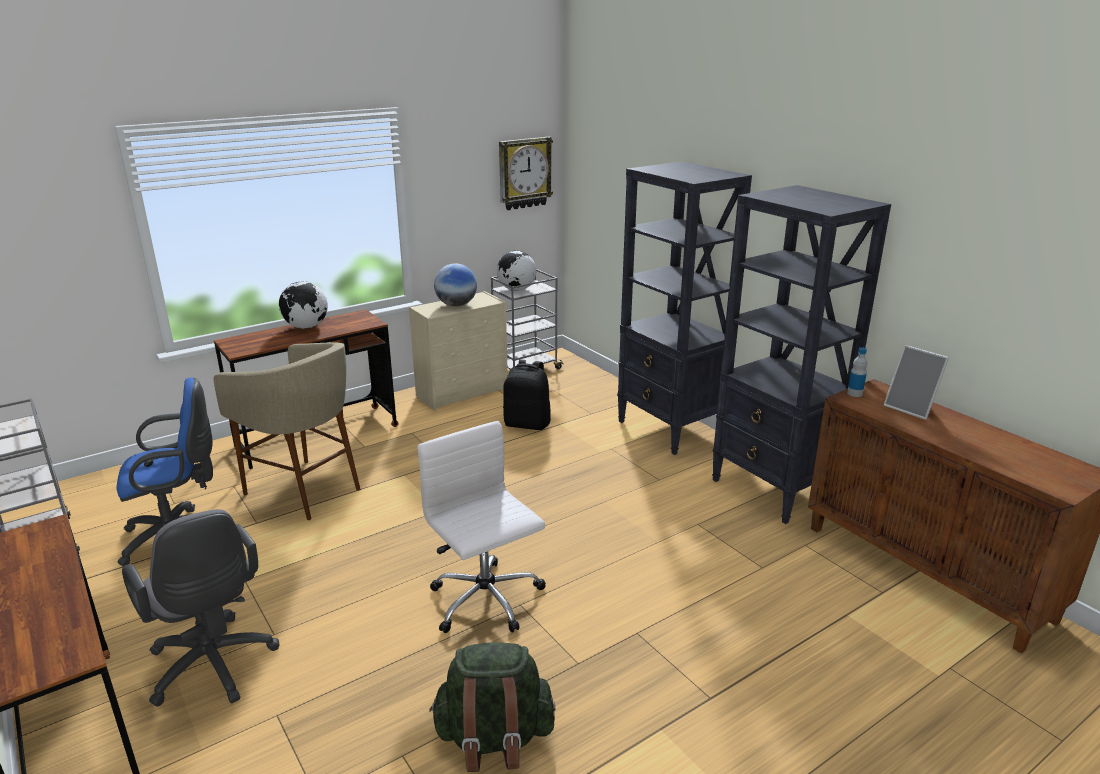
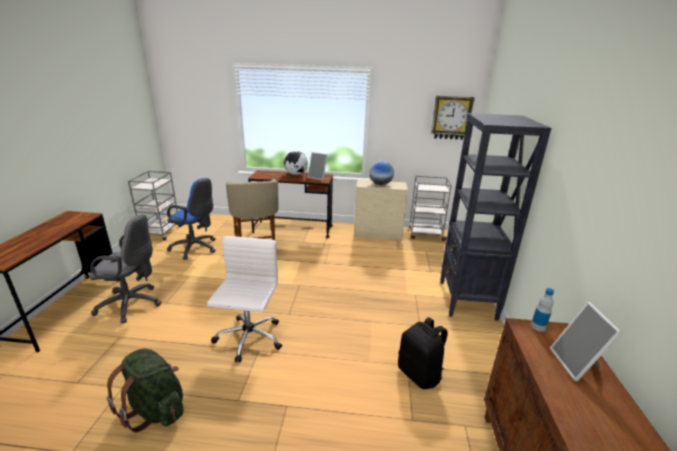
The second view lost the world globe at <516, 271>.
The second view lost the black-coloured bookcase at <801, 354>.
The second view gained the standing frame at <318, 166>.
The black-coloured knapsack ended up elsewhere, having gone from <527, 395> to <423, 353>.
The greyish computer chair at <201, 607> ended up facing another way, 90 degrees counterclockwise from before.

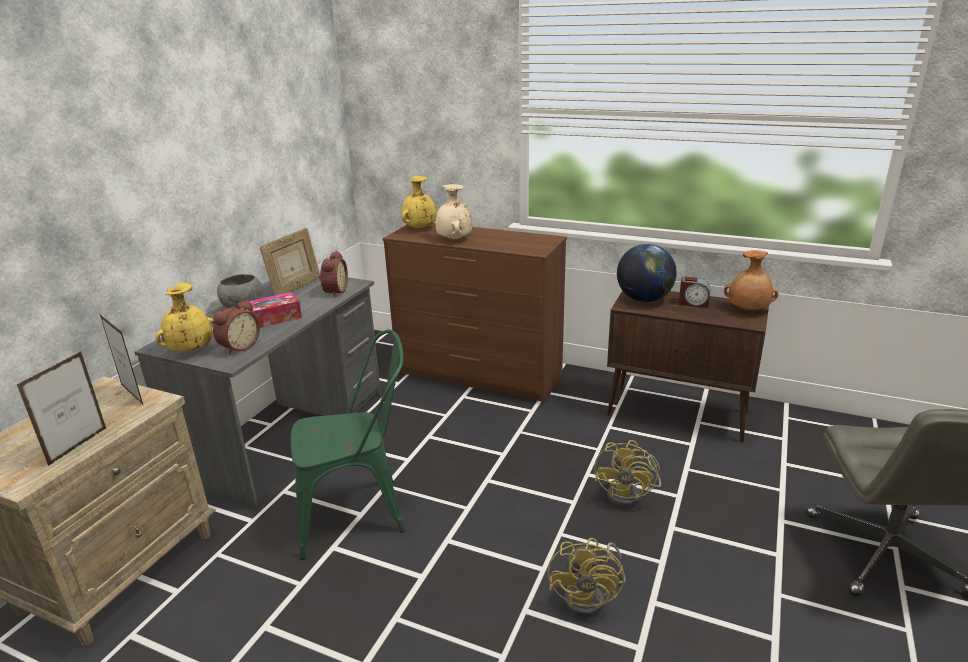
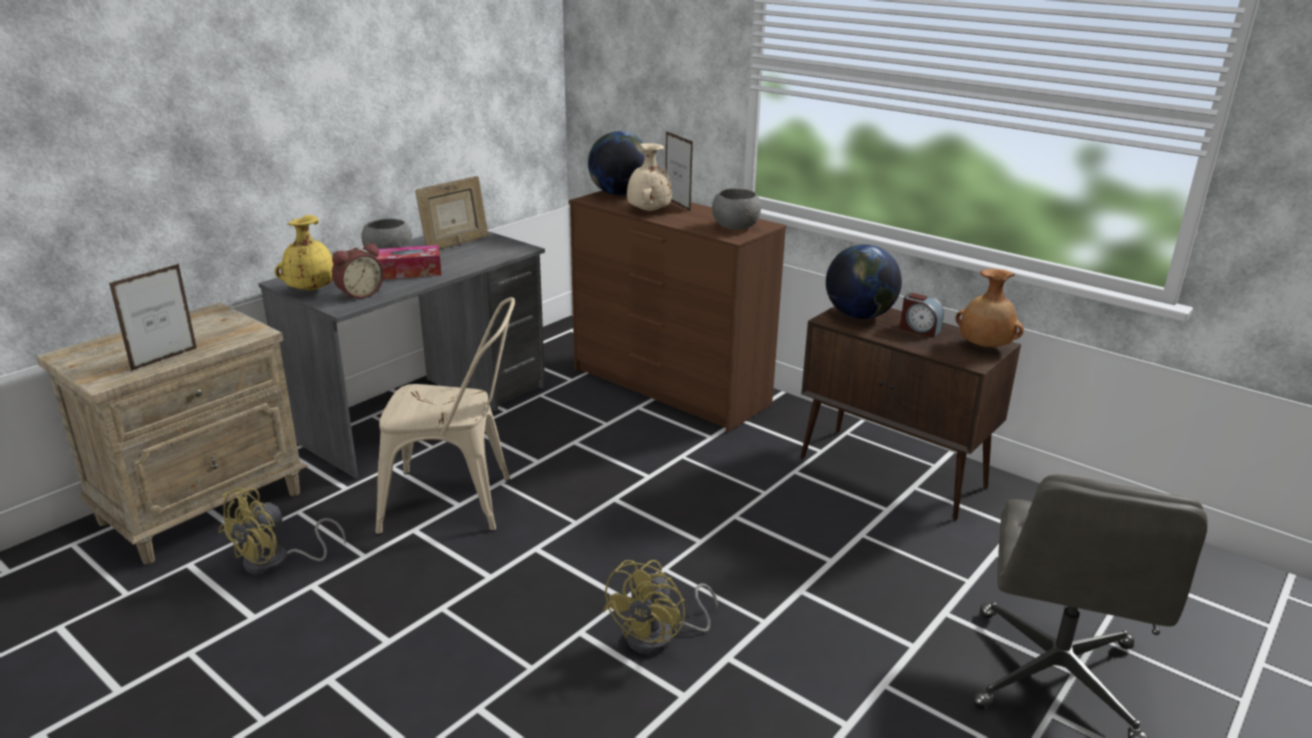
The second view lost the alarm clock at <333, 274>.
The second view gained the greyish bowl at <736, 209>.
The standing frame ended up elsewhere, having gone from <121, 360> to <679, 171>.
The yellow-coloured fan ended up elsewhere, having gone from <627, 473> to <282, 531>.
Where the yellow-coloured vase stood at <419, 202>, the world globe came to stand at <616, 163>.
What was the green chair at <348, 444> turned into the beige chair at <445, 416>.

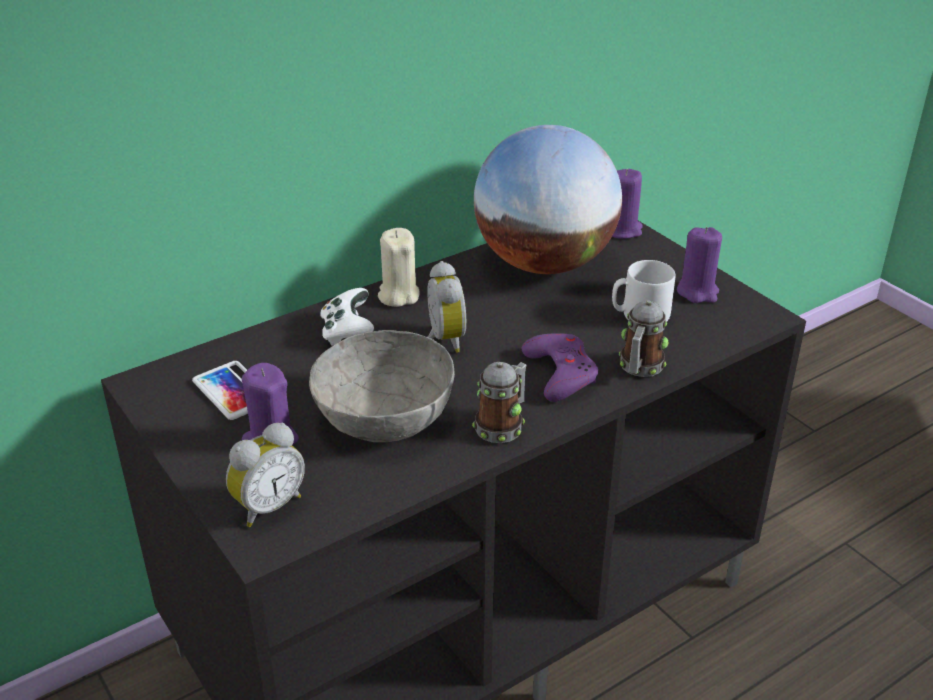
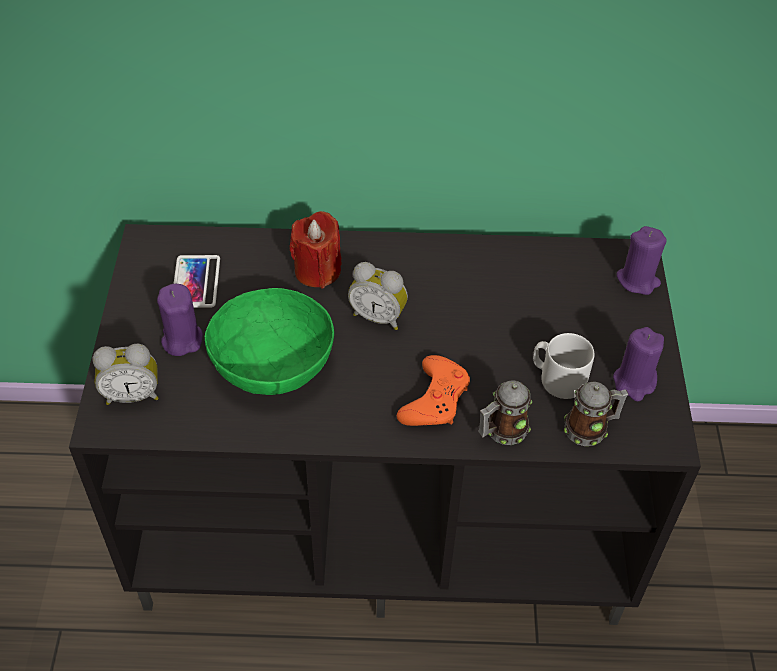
The second view lost the beige wax candle at <399, 267>.
The second view lost the world globe at <548, 199>.
The tea mug ended up elsewhere, having gone from <499, 402> to <596, 414>.
Where the whitish joypad stood at <347, 317>, the red wax candle came to stand at <315, 249>.
What was the greyish bowl at <382, 386> turned into the green bowl at <269, 341>.
What was the purplish joypad at <560, 367> turned into the orange-coloured joypad at <433, 390>.
The alarm clock at <446, 307> ended up facing another way, 90 degrees clockwise from before.

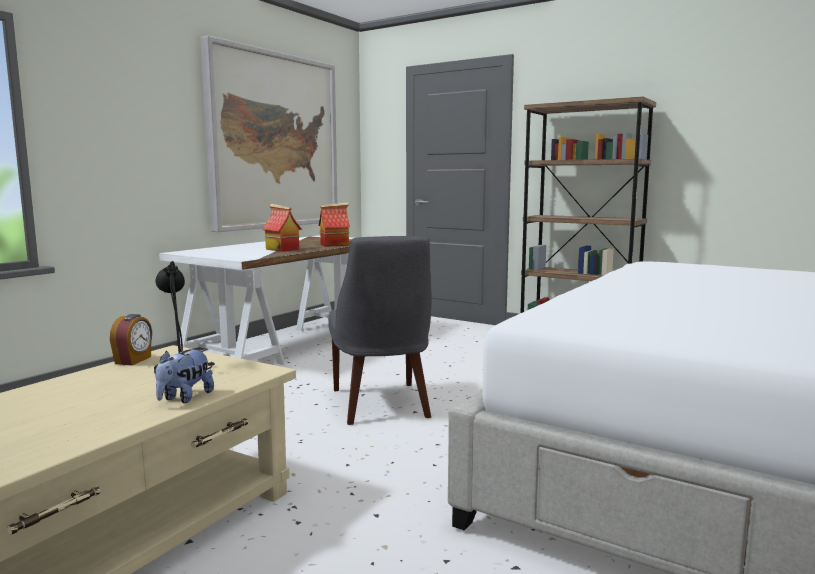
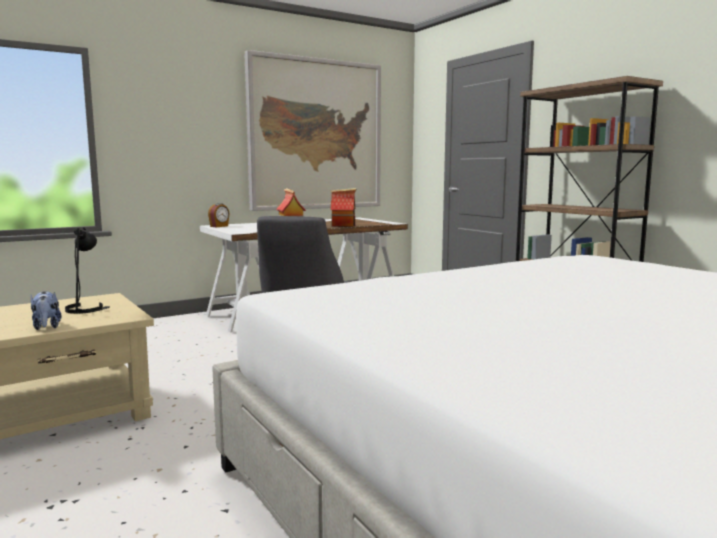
The alarm clock ended up elsewhere, having gone from <131, 339> to <219, 215>.
The soft toy at <184, 376> ended up facing another way, 75 degrees counterclockwise from before.

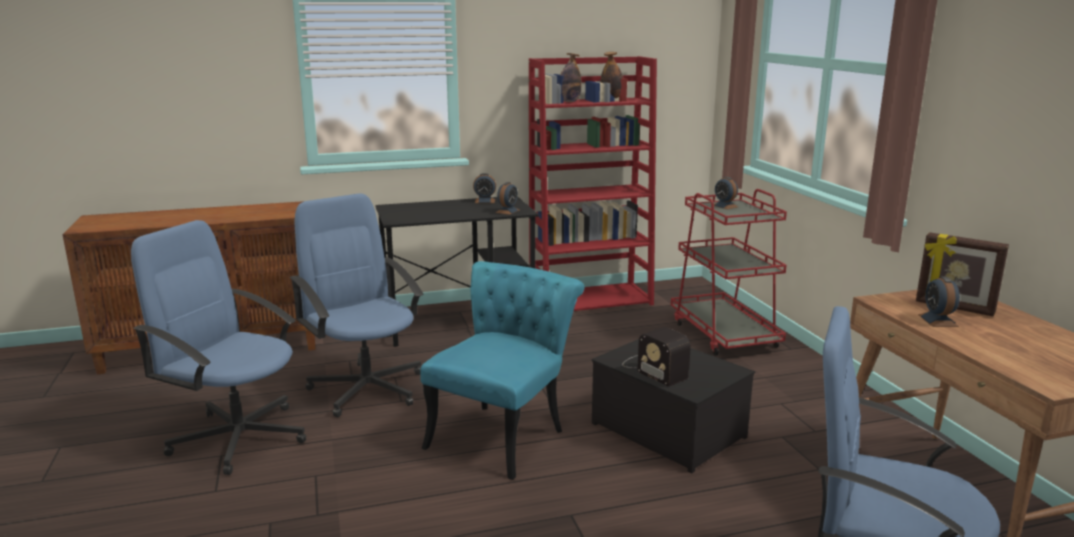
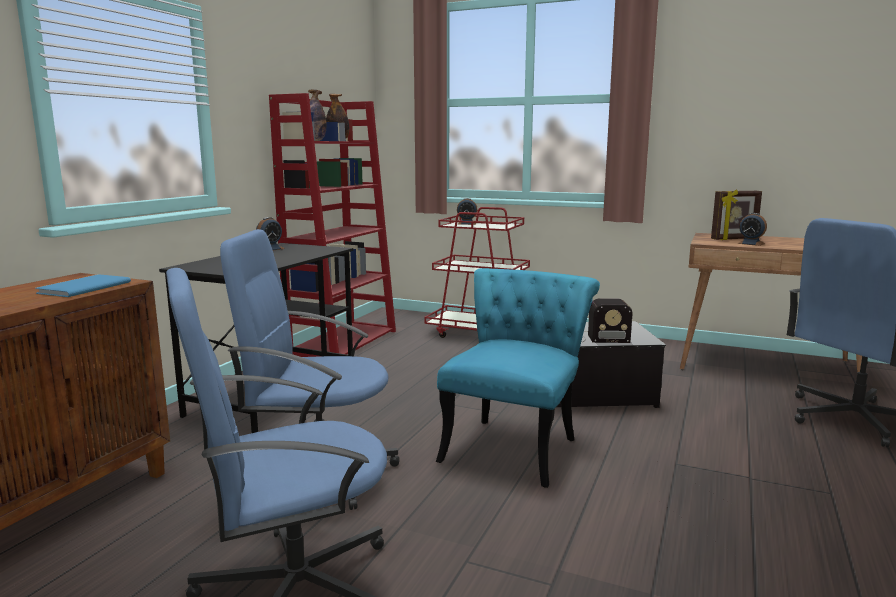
The second view lost the alarm clock at <507, 198>.
The second view gained the bluish bound book at <83, 285>.
The turquoise chair at <502, 370> ended up facing another way, 45 degrees clockwise from before.

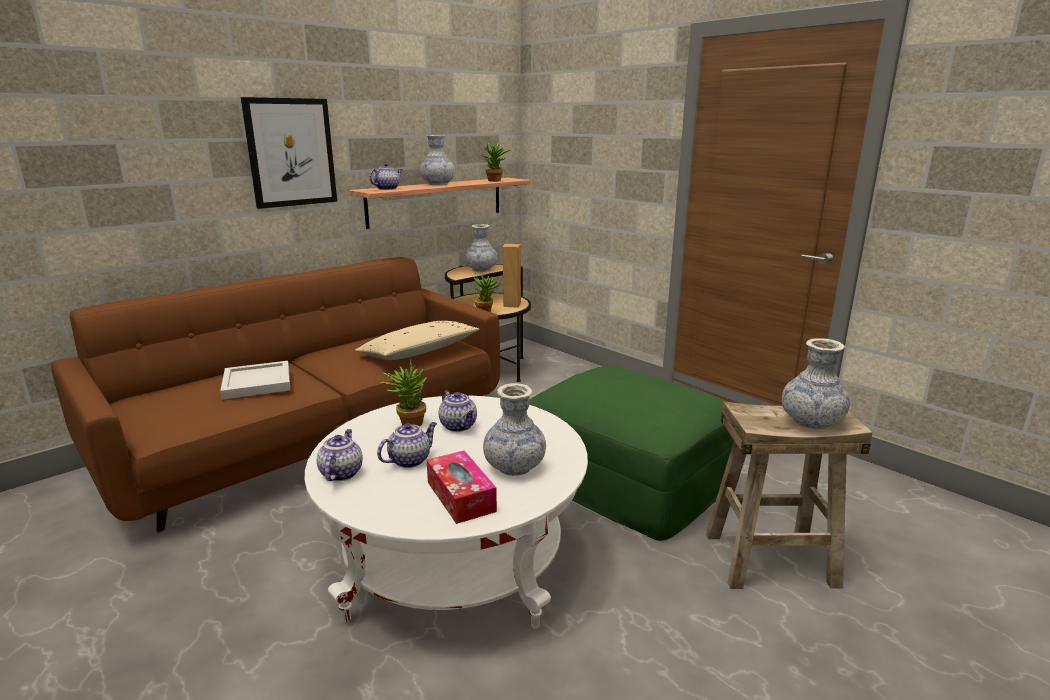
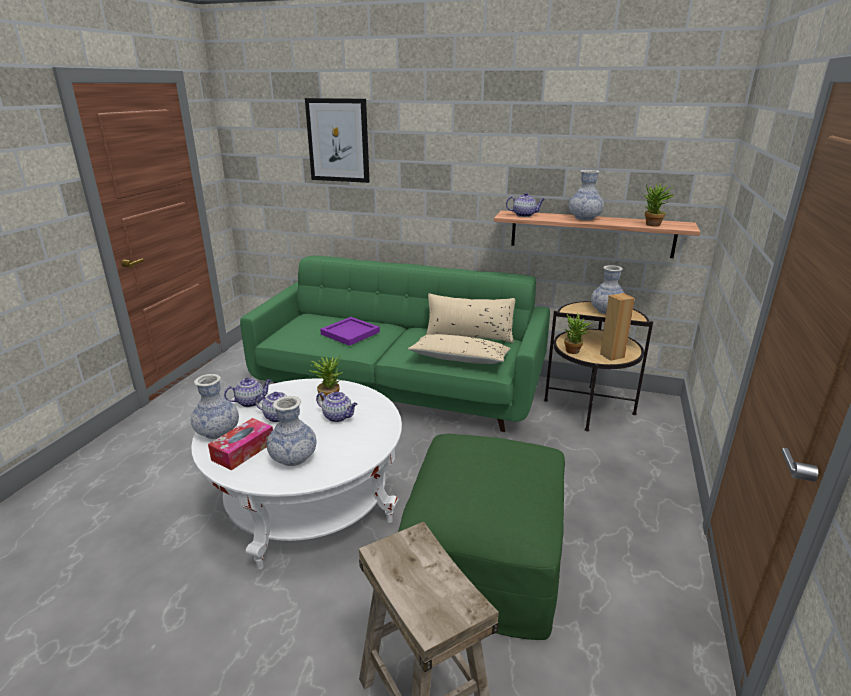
The second view gained the beige pillow at <470, 318>.
The wall art ended up elsewhere, having gone from <289, 153> to <337, 140>.
The vase ended up elsewhere, having gone from <816, 383> to <215, 406>.
What was the brownish couch at <275, 394> turned into the green couch at <395, 344>.
What was the whitish serving tray at <255, 380> turned into the purplish serving tray at <350, 331>.
The teapot at <458, 411> ended up facing another way, 90 degrees counterclockwise from before.

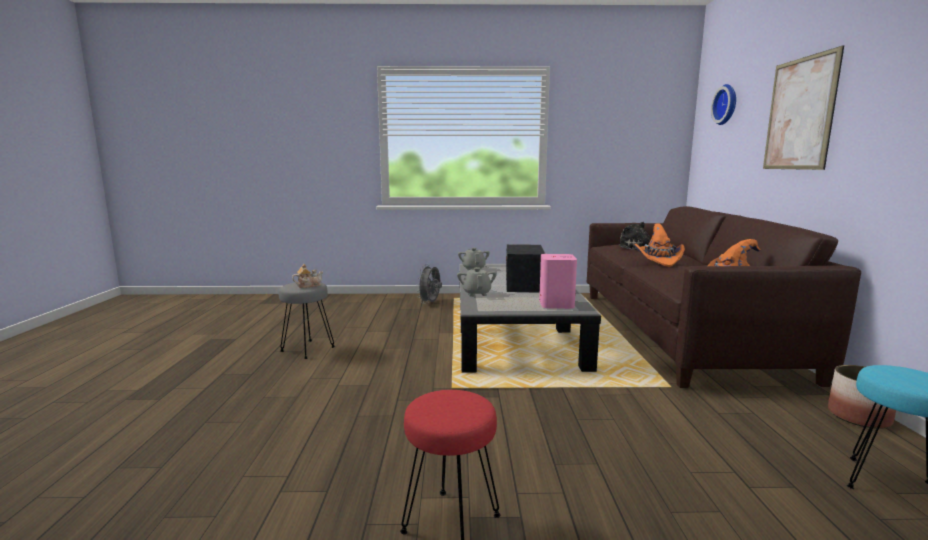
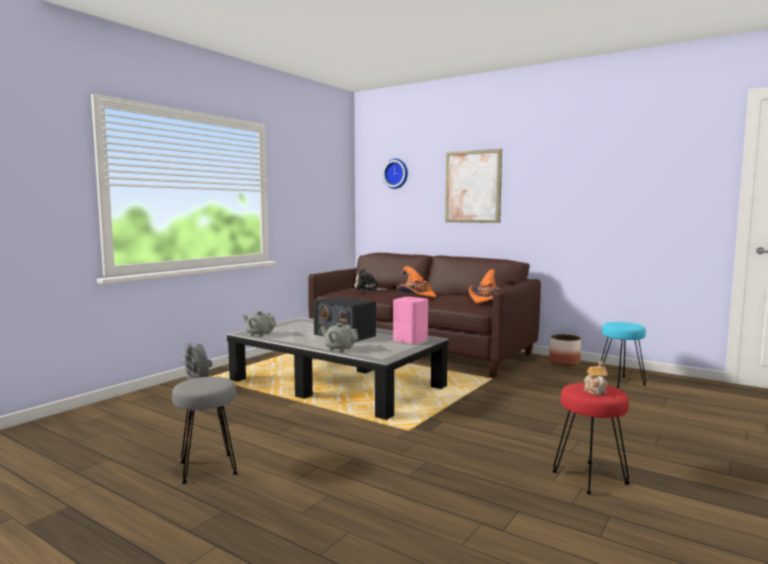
The teapot ended up elsewhere, having gone from <307, 276> to <596, 378>.

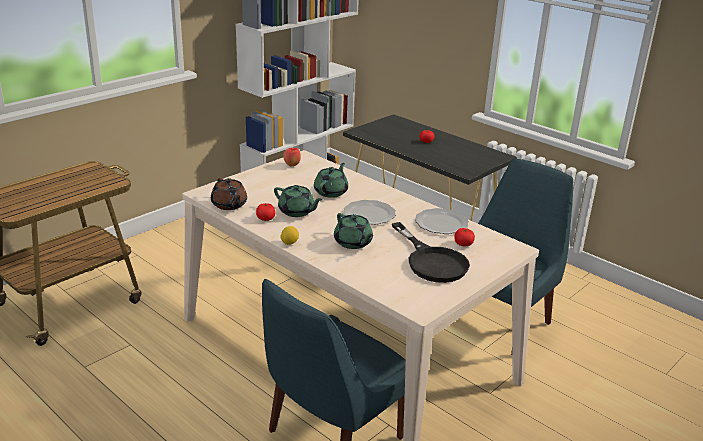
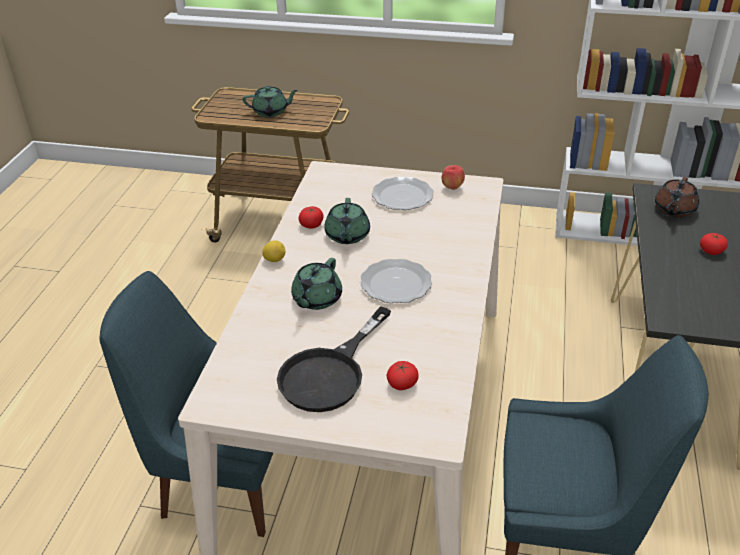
The brownish teapot ended up elsewhere, having gone from <229, 194> to <677, 197>.
The green teapot ended up elsewhere, having gone from <331, 180> to <270, 101>.
The plate ended up elsewhere, having gone from <442, 221> to <403, 193>.

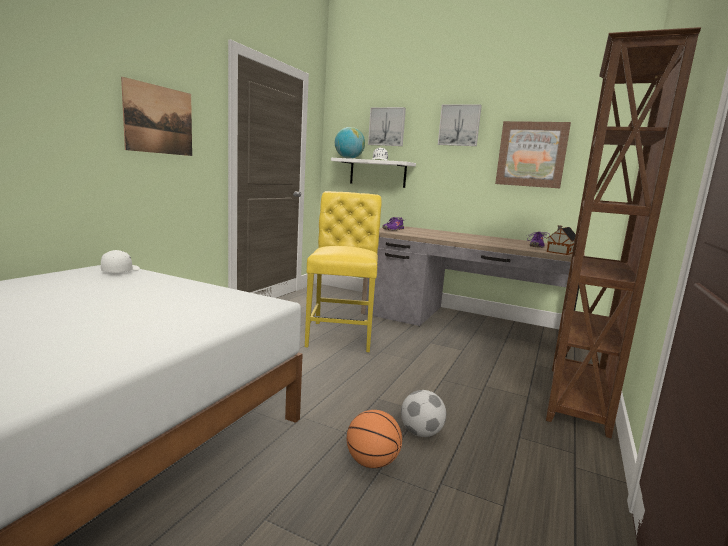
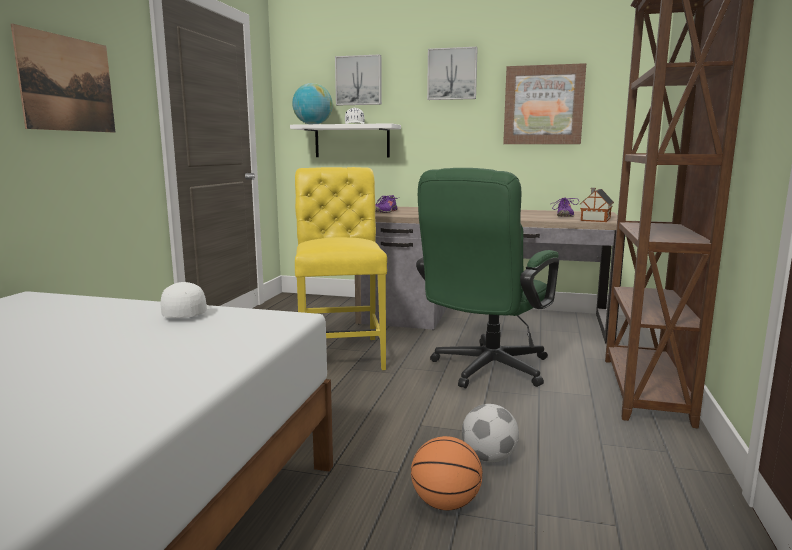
The second view gained the green computer chair at <487, 278>.
The whitish peaked cap ended up elsewhere, having gone from <120, 261> to <185, 300>.

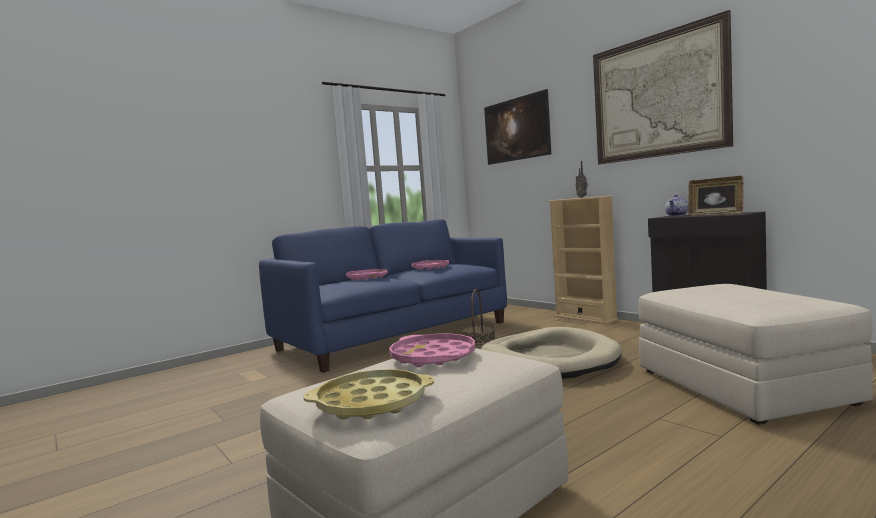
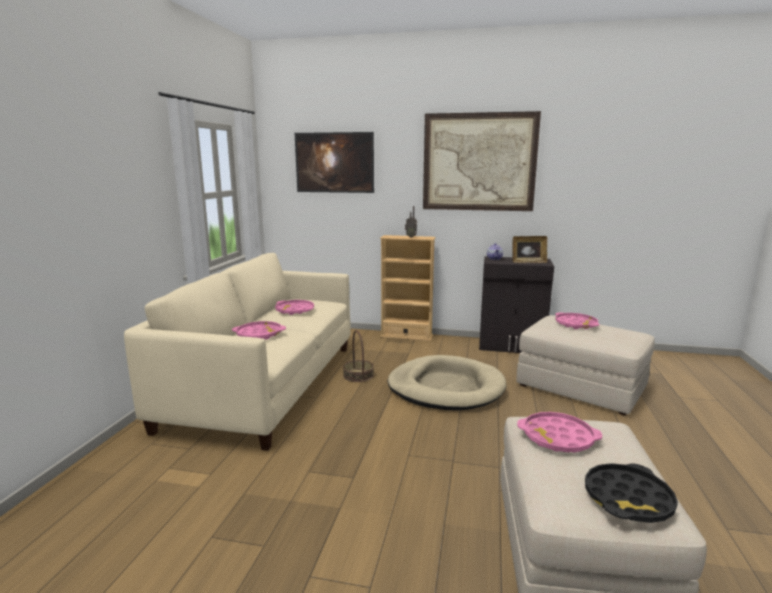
The second view gained the pink serving tray at <577, 320>.
What was the bluish couch at <383, 296> turned into the beige couch at <237, 352>.
What was the yellow-coloured serving tray at <369, 394> turned into the black-coloured serving tray at <631, 493>.

